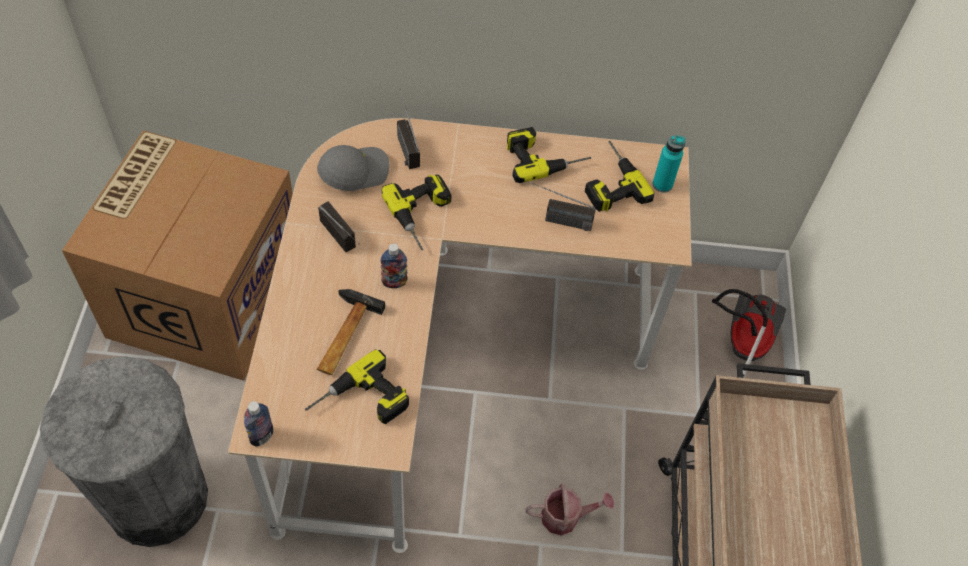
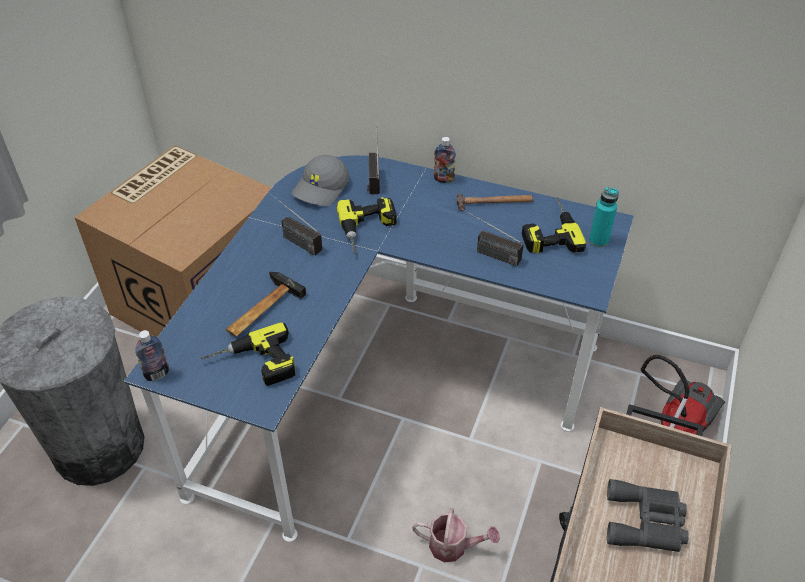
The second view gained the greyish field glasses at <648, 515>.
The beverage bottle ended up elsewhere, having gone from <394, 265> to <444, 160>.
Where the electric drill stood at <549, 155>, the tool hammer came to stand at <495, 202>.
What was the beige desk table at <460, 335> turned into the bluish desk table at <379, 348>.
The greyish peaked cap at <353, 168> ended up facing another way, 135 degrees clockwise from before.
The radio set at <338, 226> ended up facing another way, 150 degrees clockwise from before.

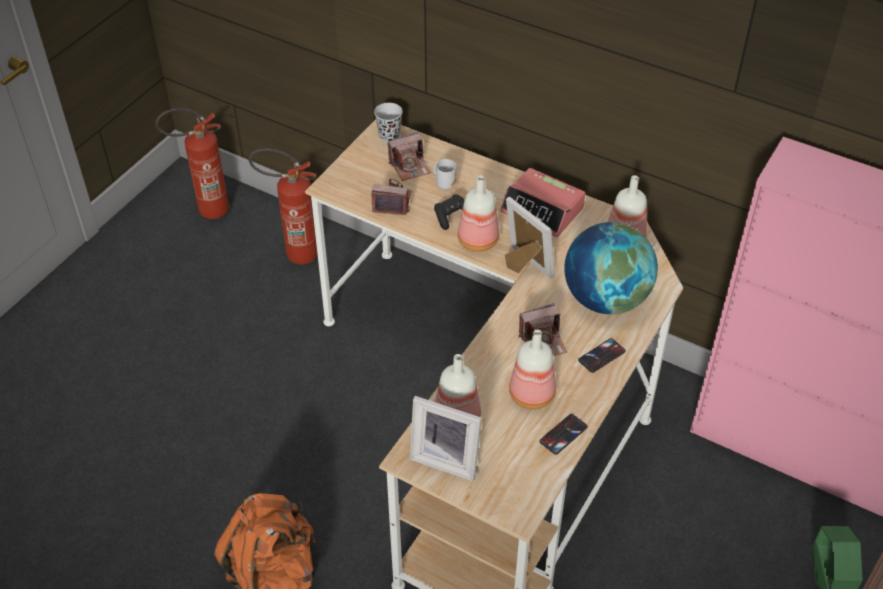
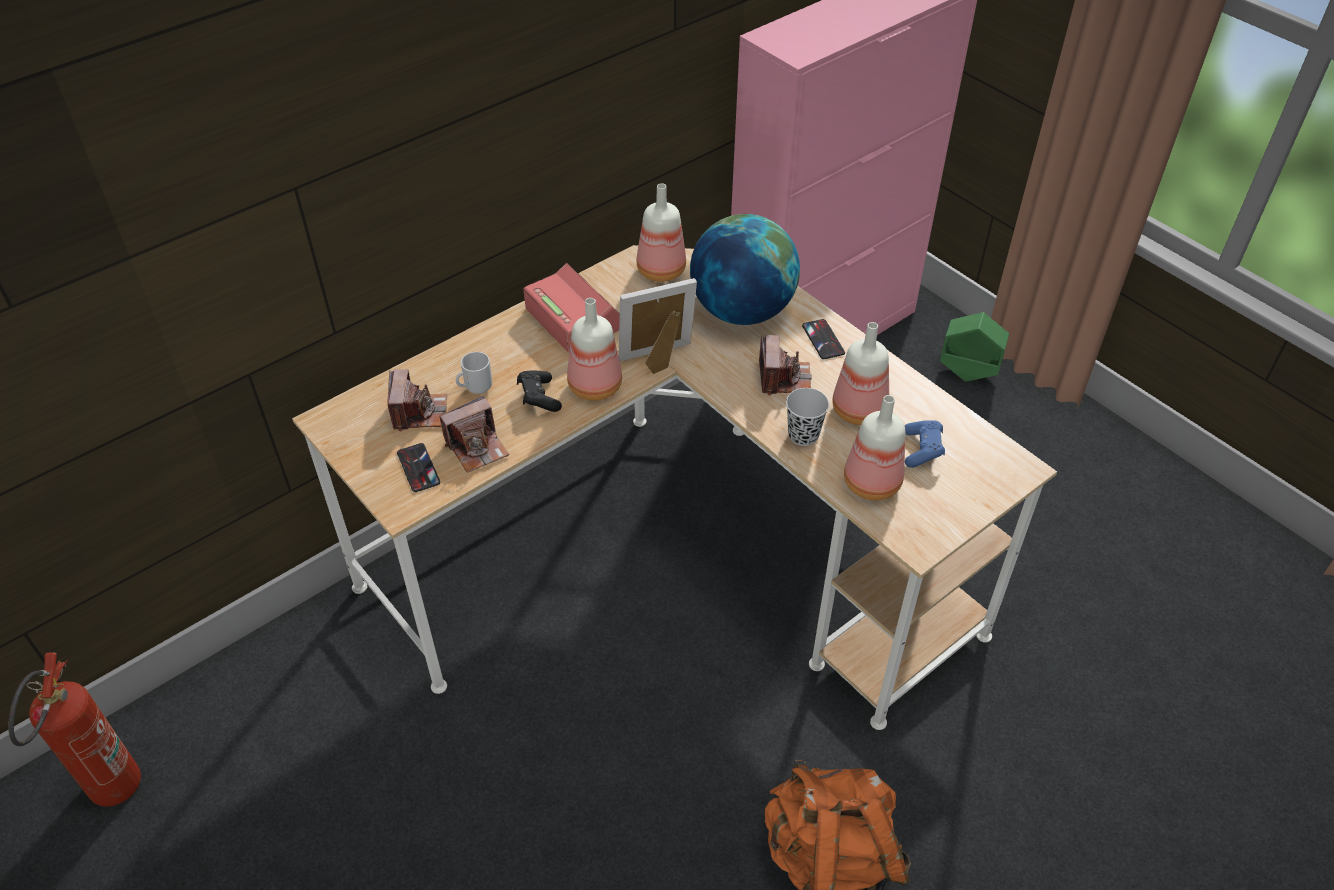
The second view lost the fire extinguisher at <283, 206>.
The second view lost the standing frame at <446, 438>.
The second view gained the bluish joypad at <925, 444>.
The black-coloured drinking cup ended up elsewhere, having gone from <388, 122> to <807, 417>.
The handset ended up elsewhere, having gone from <564, 434> to <418, 467>.
The photo camera at <392, 196> ended up facing another way, 150 degrees counterclockwise from before.
The alarm clock at <542, 202> ended up facing another way, 90 degrees counterclockwise from before.

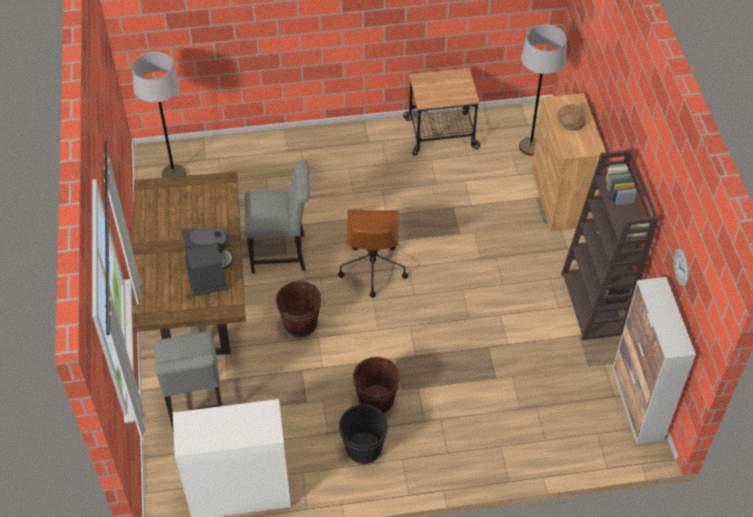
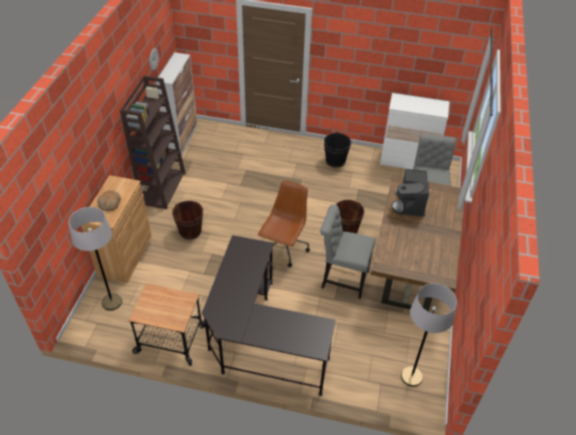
The second view gained the black-coloured desk table at <269, 315>.
The brownish bucket ended up elsewhere, having gone from <376, 385> to <187, 220>.

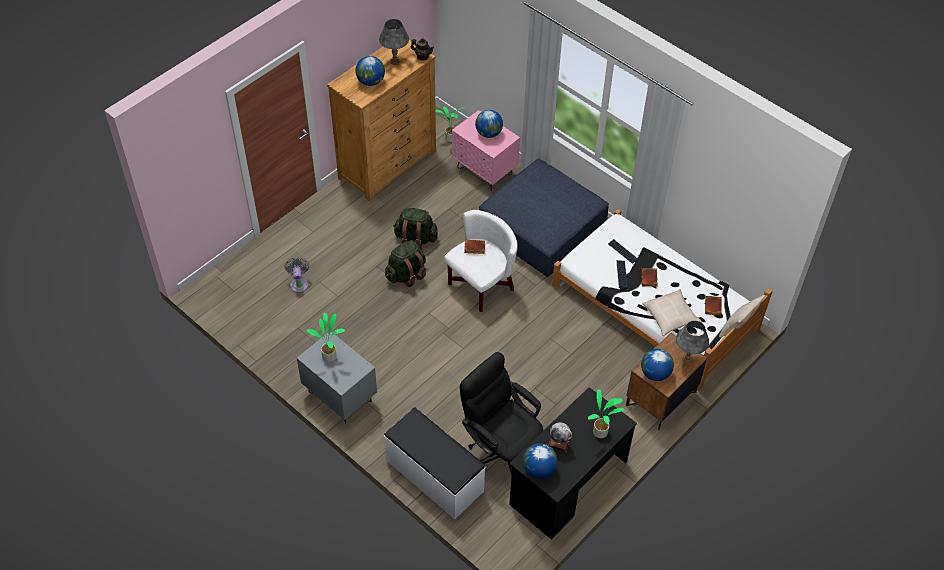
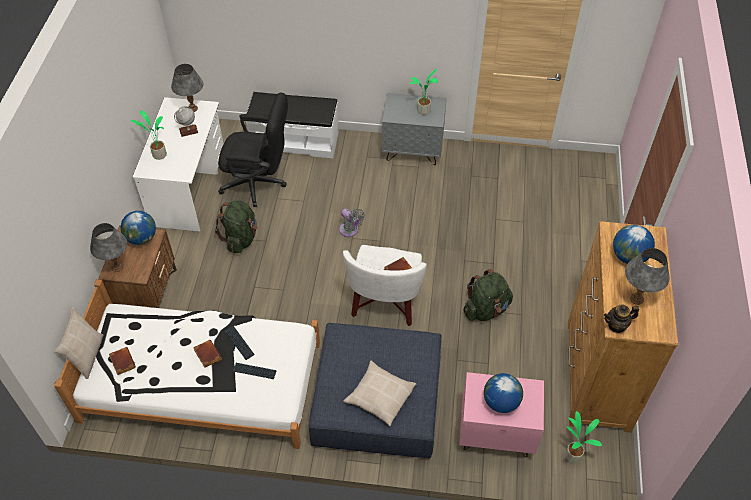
The greyish fan ended up elsewhere, having gone from <297, 275> to <352, 222>.
The green knapsack ended up elsewhere, having gone from <405, 263> to <236, 226>.
The beige pillow ended up elsewhere, having gone from <672, 312> to <379, 393>.
Where the world globe stood at <540, 460>, the greyish lamp for a table came to stand at <187, 88>.
What was the black-coloured desk table at <573, 463> turned into the whitish desk table at <177, 164>.

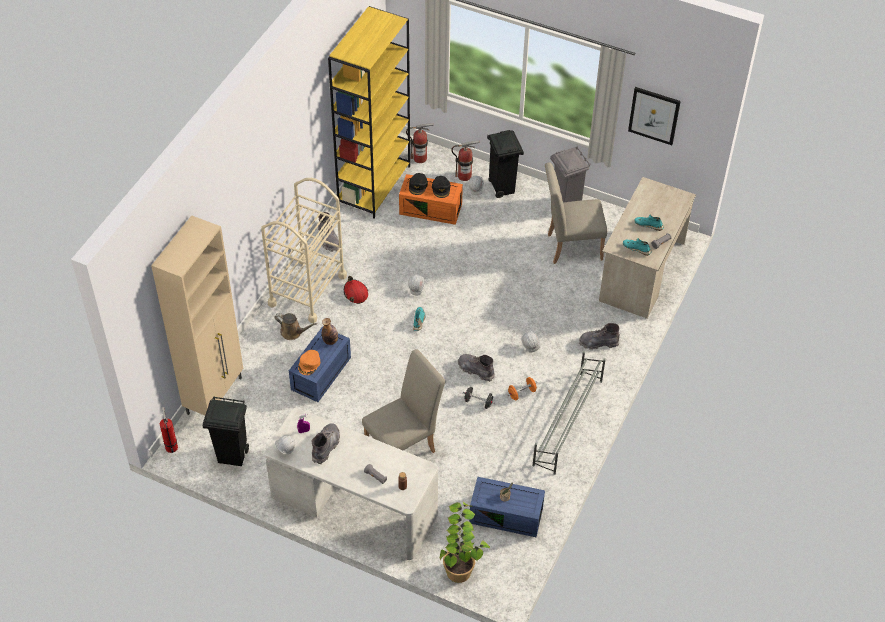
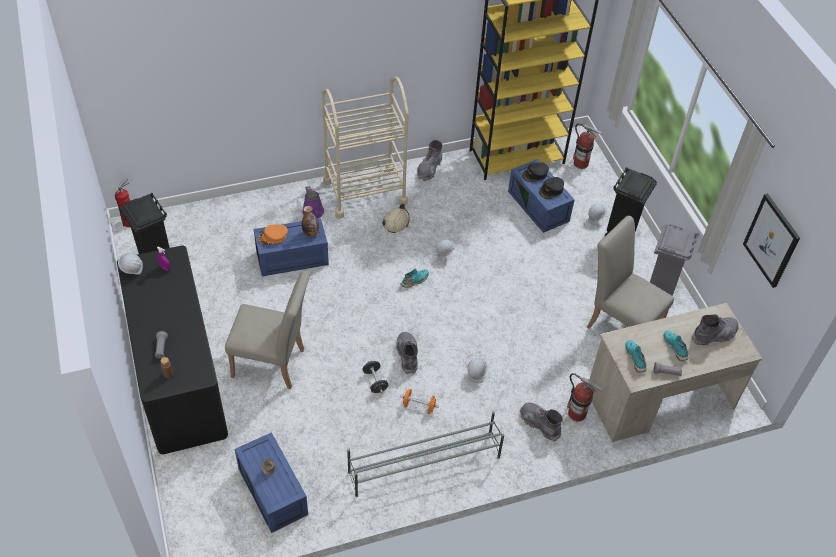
The second view lost the beige cupboard at <197, 315>.
The second view lost the houseplant at <464, 542>.
The greyish tall boot ended up elsewhere, having gone from <325, 443> to <715, 330>.
The fire extinguisher ended up elsewhere, having gone from <465, 161> to <585, 397>.
What was the whitish desk table at <351, 484> turned into the black-coloured desk table at <172, 349>.
What was the brownish sprinkling can at <295, 326> turned into the purplish sprinkling can at <313, 202>.
What was the red work helmet at <356, 290> turned into the beige work helmet at <396, 218>.
What was the orange-coloured storage box at <431, 199> turned into the bluish storage box at <541, 196>.

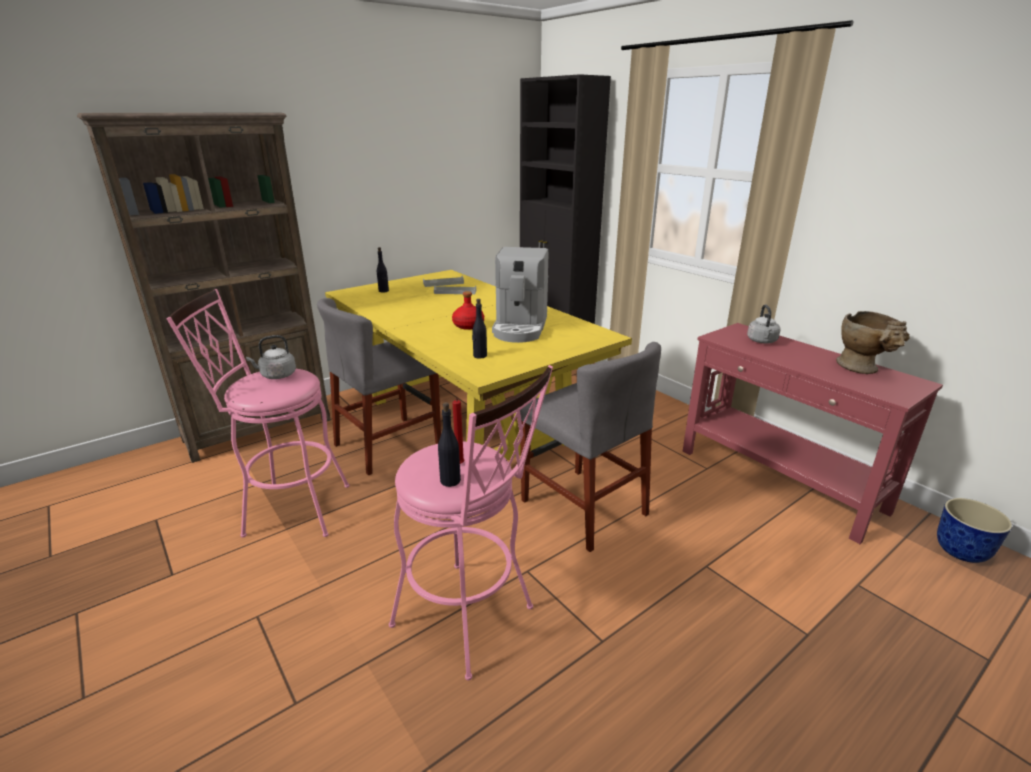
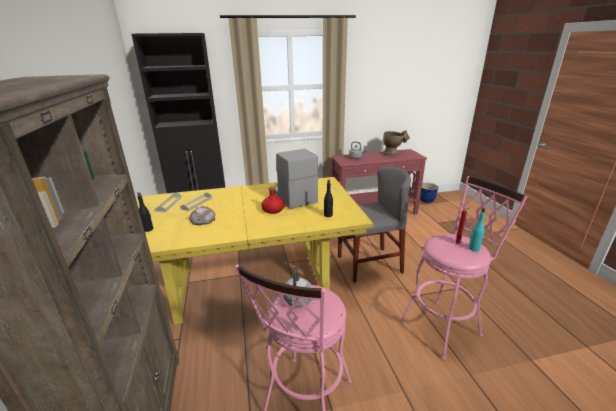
The second view lost the greyish chair at <379, 387>.
The second view gained the bread at <202, 215>.
What was the black-coloured beverage bottle at <449, 444> turned into the turquoise beverage bottle at <477, 230>.
The coffee machine at <520, 295> ended up facing another way, 150 degrees counterclockwise from before.

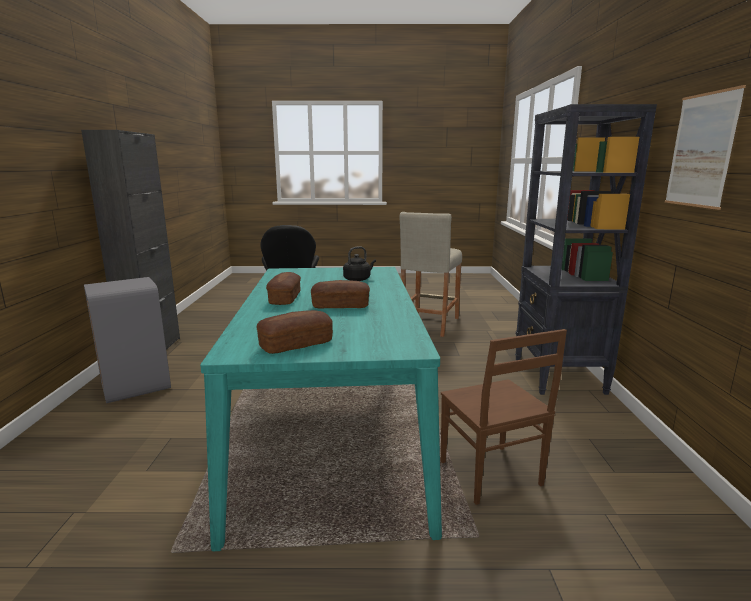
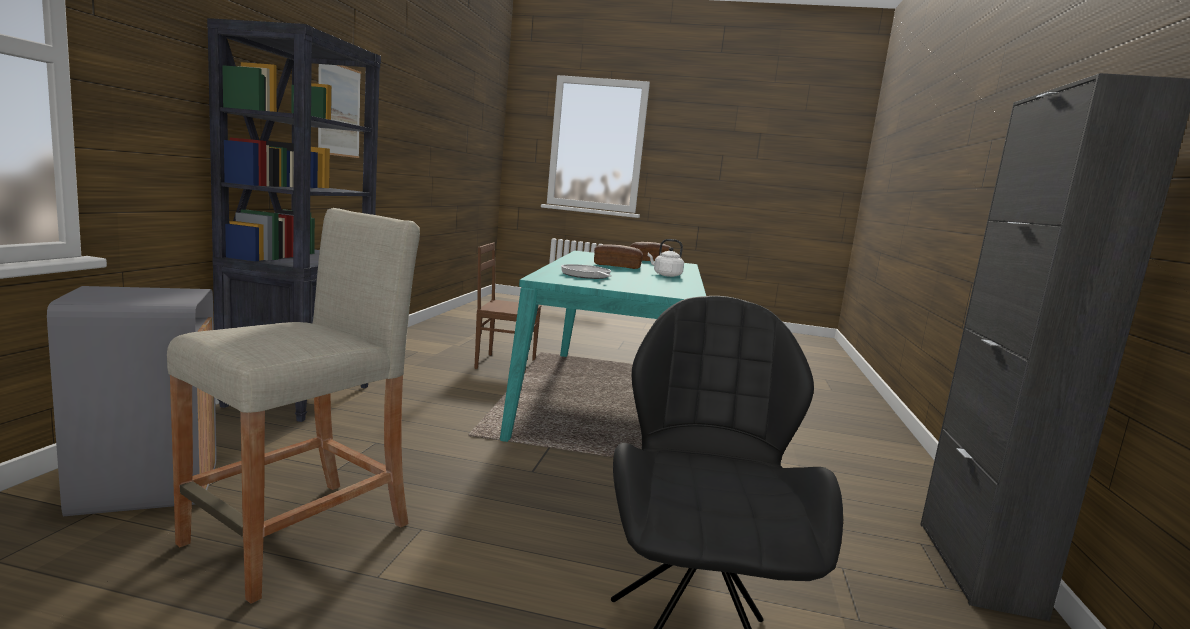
The greyish waste bin ended up elsewhere, having gone from <127, 340> to <131, 401>.
Where the bread stood at <283, 288>, the whitish kettle came to stand at <666, 258>.
Where the black-coloured kettle stood at <359, 263>, the skillet came to stand at <586, 271>.
The brownish chair at <504, 417> ended up facing another way, 75 degrees counterclockwise from before.

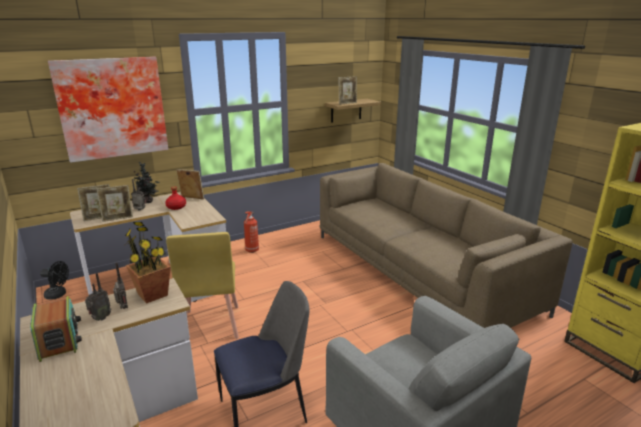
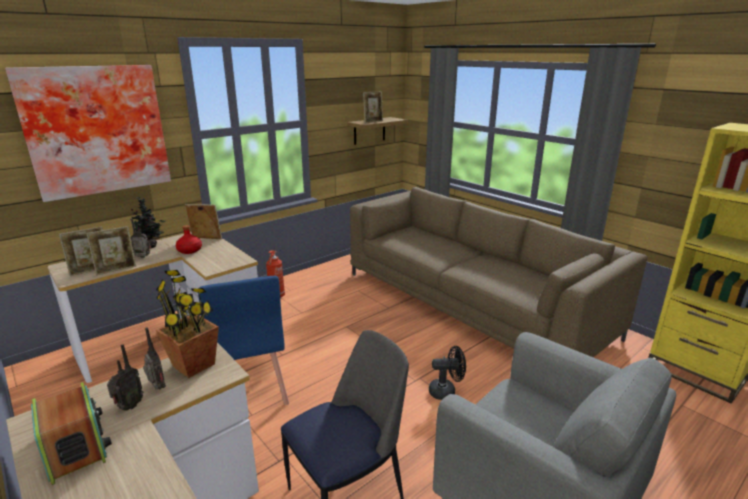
The black-coloured fan ended up elsewhere, having gone from <54, 280> to <447, 373>.
What was the yellow-coloured chair at <202, 285> turned into the bluish chair at <243, 340>.

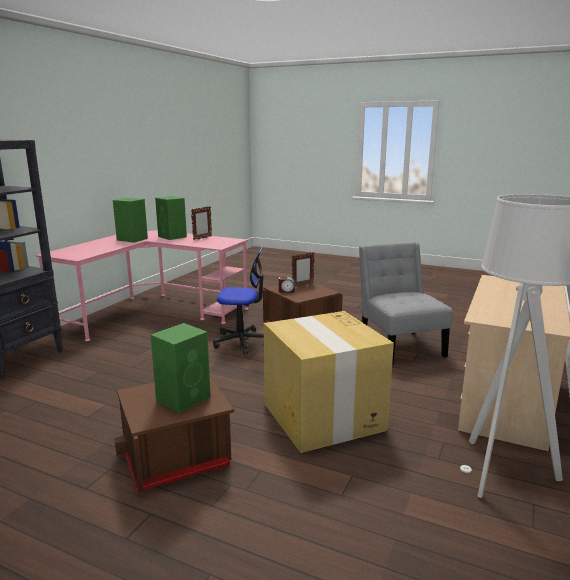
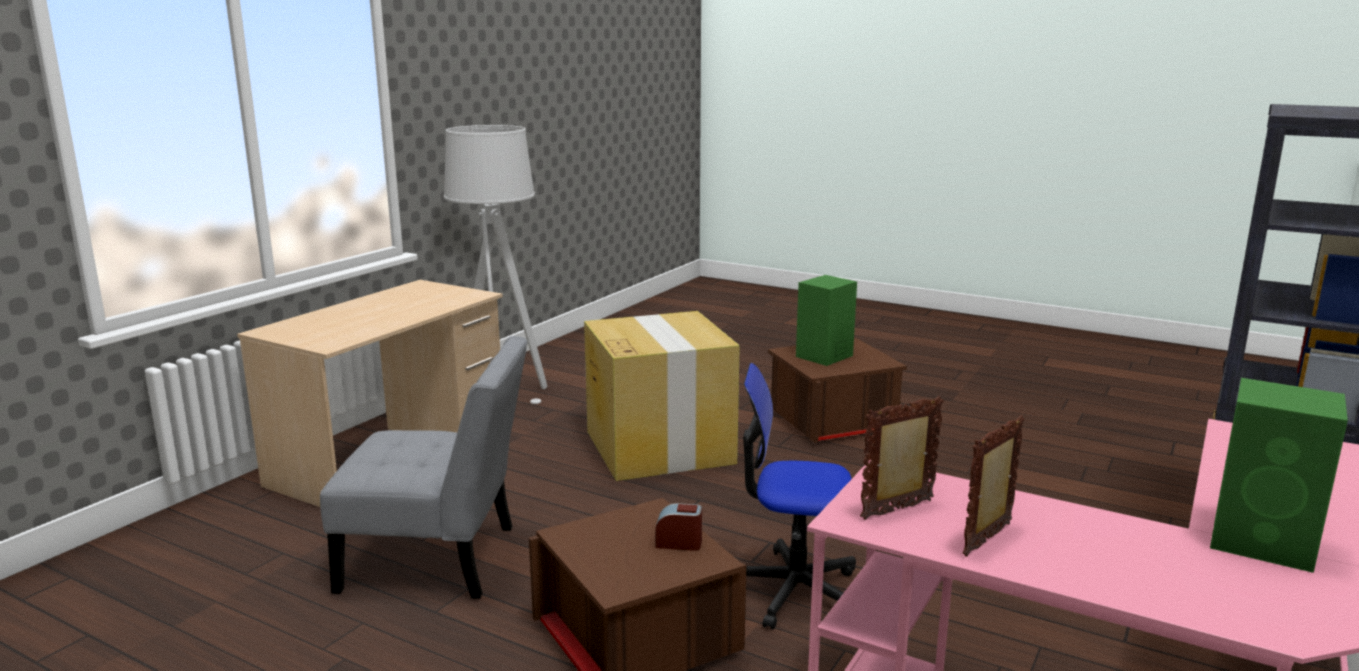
The second view lost the green audio speaker at <171, 218>.
The standing frame ended up elsewhere, having gone from <303, 269> to <902, 458>.
The greyish chair at <406, 303> ended up facing another way, 75 degrees counterclockwise from before.

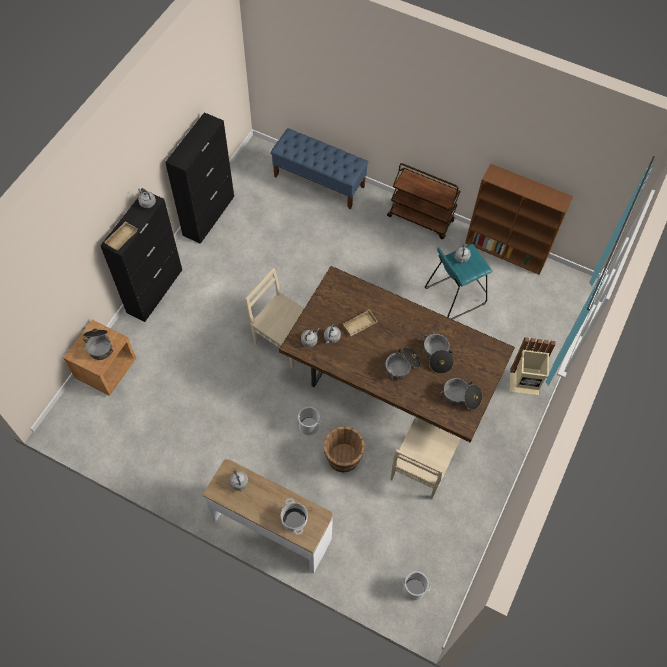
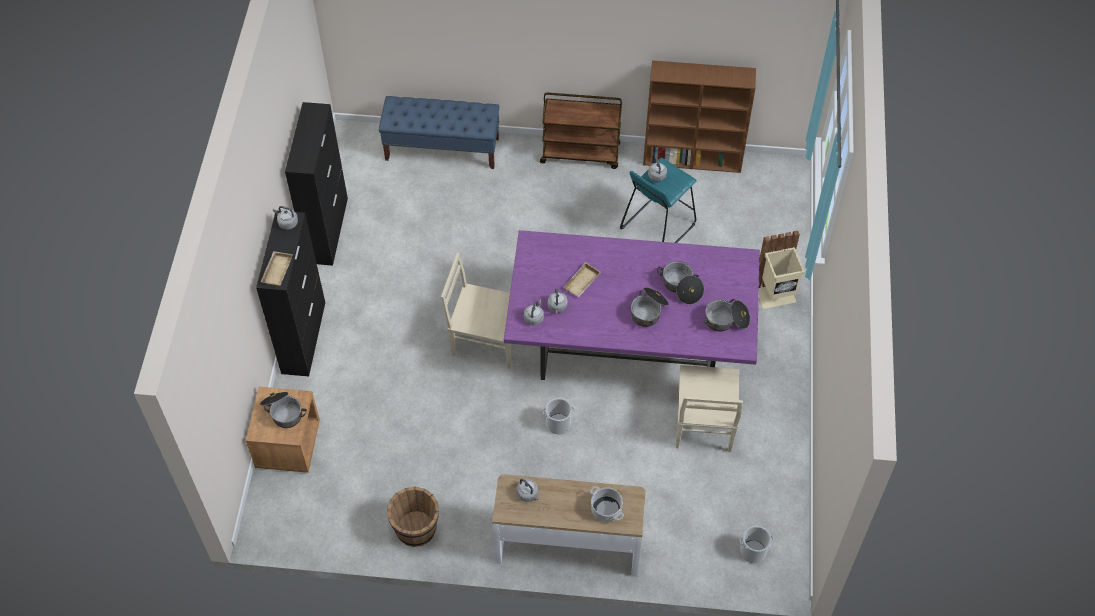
The brownish bucket ended up elsewhere, having gone from <344, 449> to <413, 517>.
What was the brownish kitchen table at <397, 354> turned into the purplish kitchen table at <632, 305>.

